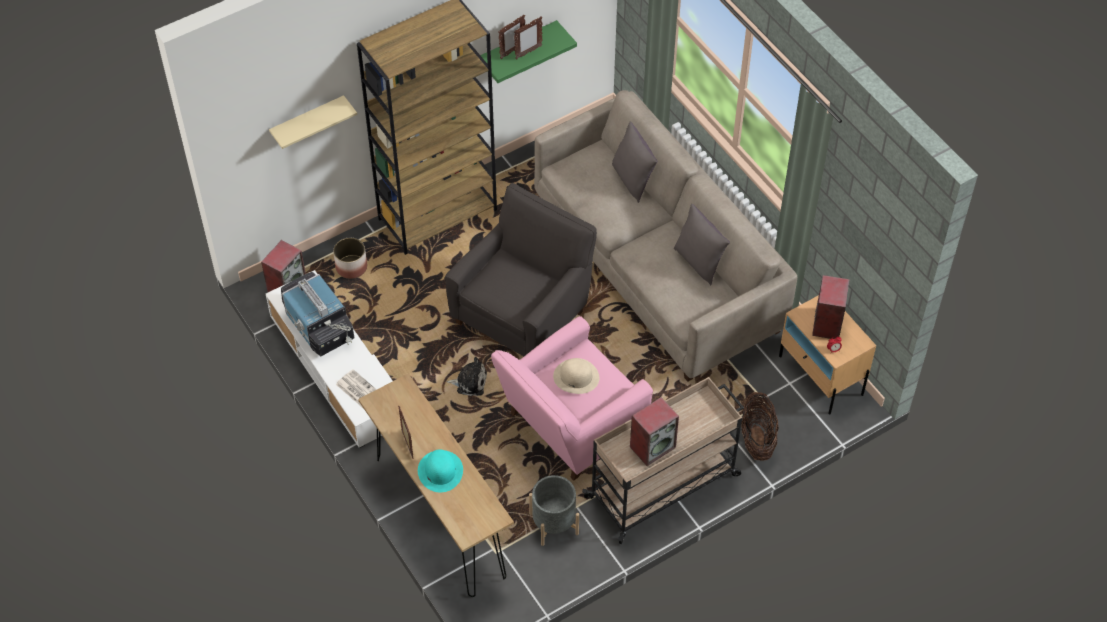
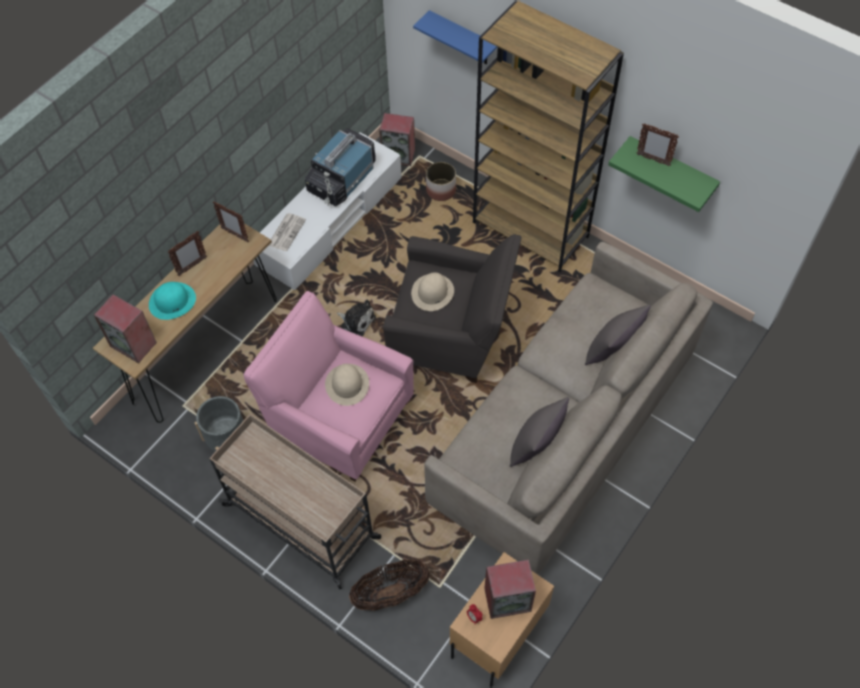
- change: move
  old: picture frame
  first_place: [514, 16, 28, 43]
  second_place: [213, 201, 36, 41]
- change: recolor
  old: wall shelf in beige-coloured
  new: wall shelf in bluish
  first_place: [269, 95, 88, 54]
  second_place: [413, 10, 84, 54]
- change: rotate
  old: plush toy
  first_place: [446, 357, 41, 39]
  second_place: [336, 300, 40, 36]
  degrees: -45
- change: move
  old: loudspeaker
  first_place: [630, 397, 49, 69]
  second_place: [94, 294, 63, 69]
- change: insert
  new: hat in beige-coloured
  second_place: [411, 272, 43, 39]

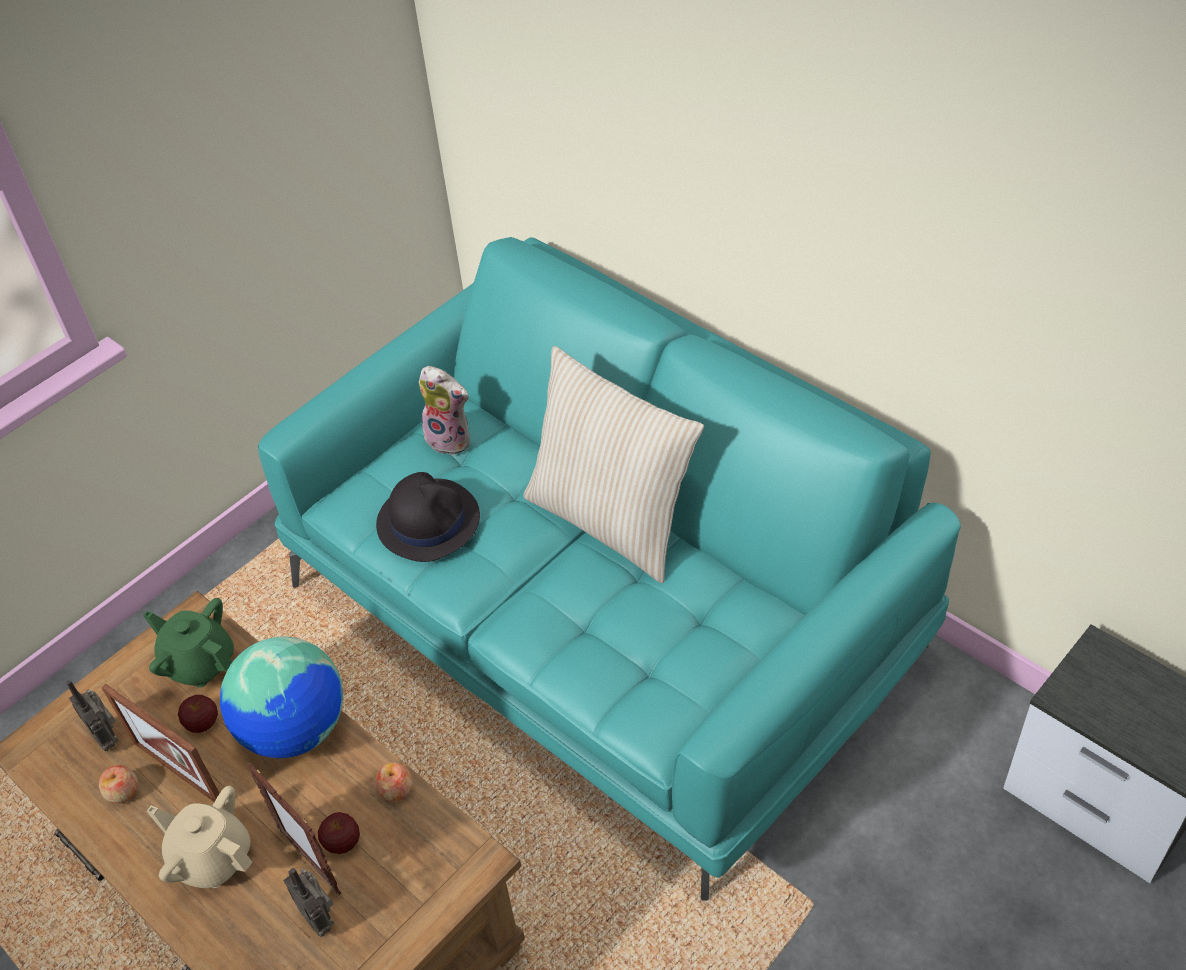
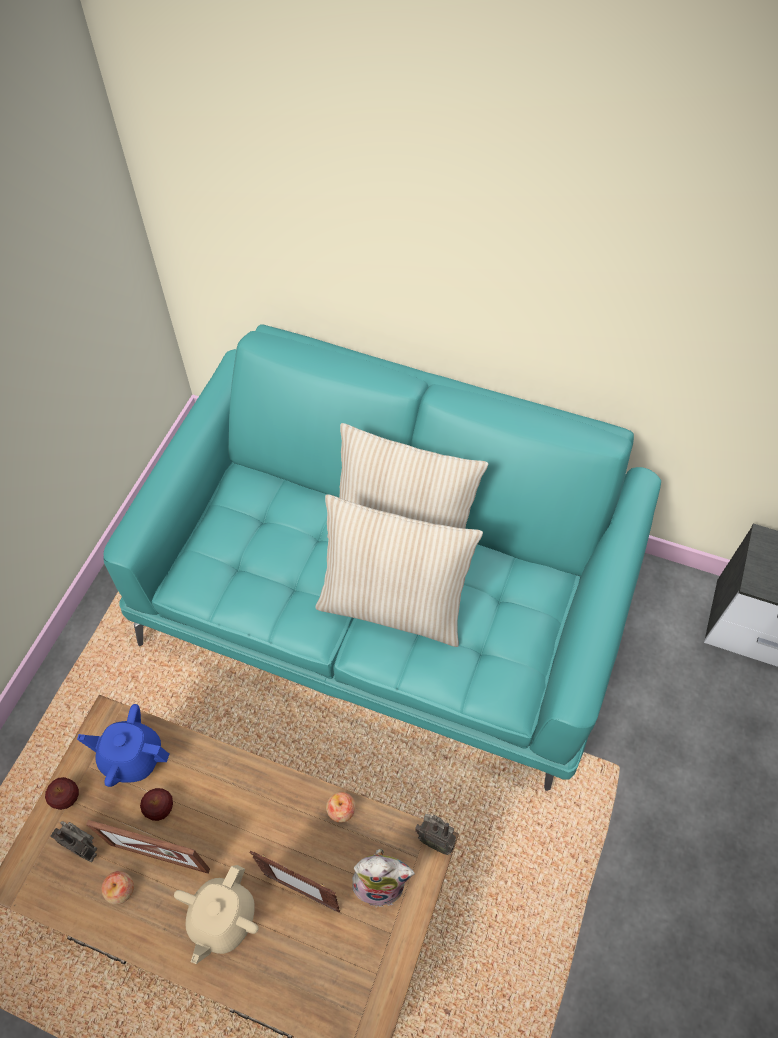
- change: move
  old: plush toy
  first_place: [419, 366, 51, 89]
  second_place: [352, 849, 63, 58]
- change: delete
  old: hat in black-coloured
  first_place: [376, 472, 104, 90]
- change: recolor
  old: teapot in greenish
  new: teapot in bluish
  first_place: [143, 598, 91, 90]
  second_place: [77, 704, 93, 83]
- change: delete
  old: globe
  first_place: [220, 637, 123, 121]
- change: rotate
  old: teapot in beige-coloured
  first_place: [147, 786, 105, 102]
  second_place: [174, 865, 85, 99]
  degrees: -75
- change: move
  old: whole apple
  first_place: [318, 812, 42, 42]
  second_place: [45, 777, 34, 33]
- change: move
  old: radio receiver
  first_place: [283, 868, 51, 69]
  second_place: [415, 814, 41, 41]
- change: insert
  new: pillow in beige-coloured
  second_place: [315, 494, 168, 153]

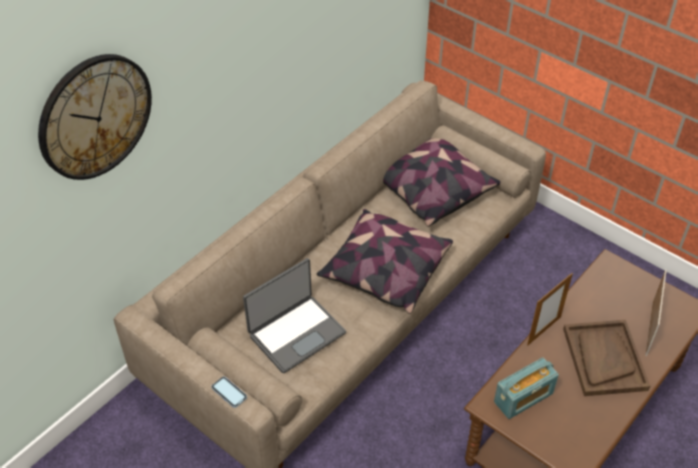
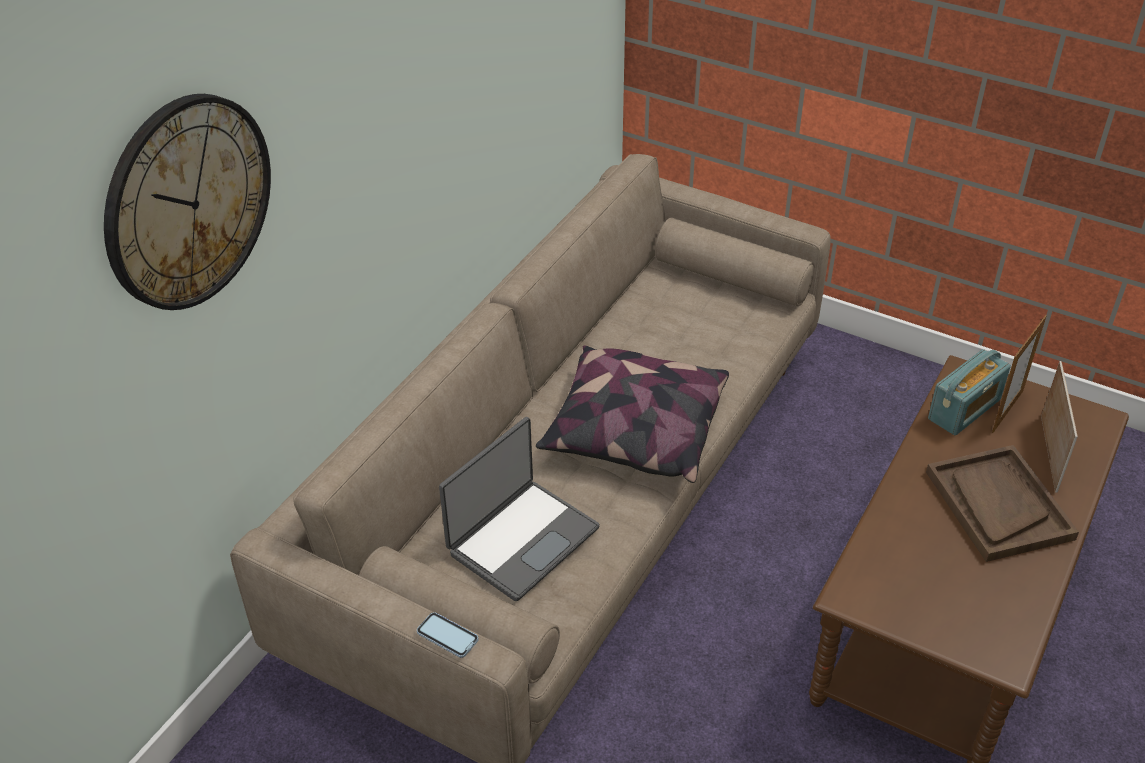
- change: delete
  old: pillow
  first_place: [383, 138, 117, 89]
- change: move
  old: picture frame
  first_place: [527, 273, 46, 72]
  second_place: [992, 315, 55, 118]
- change: move
  old: radio receiver
  first_place: [494, 357, 65, 62]
  second_place: [928, 349, 83, 86]

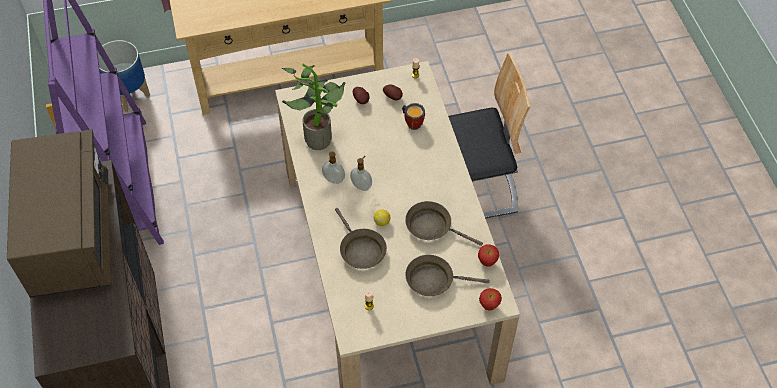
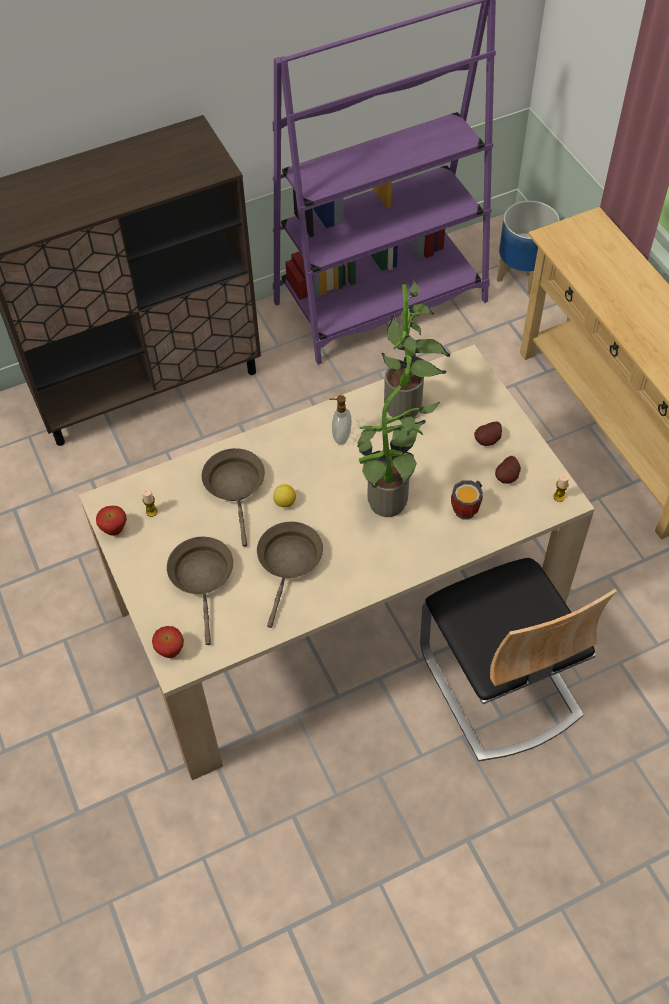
- change: delete
  old: microwave oven in brown
  first_place: [7, 130, 104, 167]
- change: delete
  old: soap dispenser
  first_place: [350, 156, 22, 35]
- change: rotate
  old: skillet in brown
  first_place: [335, 208, 52, 61]
  second_place: [202, 448, 63, 99]
  degrees: 120
- change: move
  old: whole apple
  first_place: [478, 244, 21, 23]
  second_place: [96, 506, 31, 30]
- change: insert
  new: potted plant
  second_place: [357, 385, 83, 132]

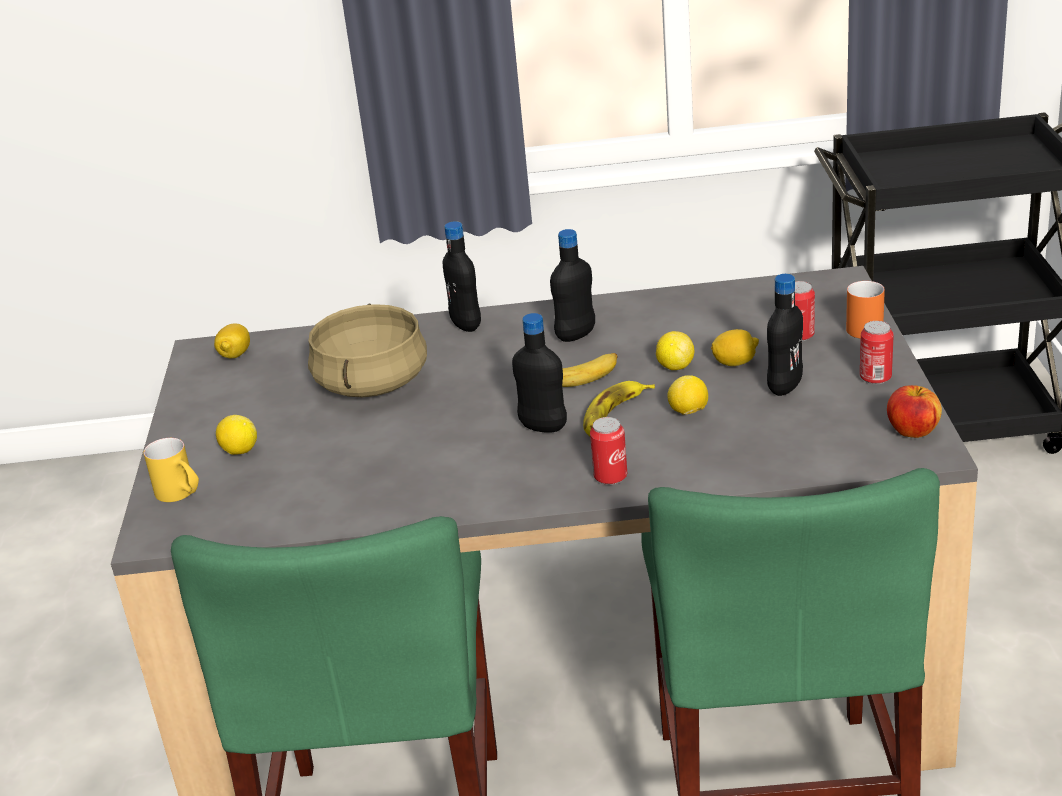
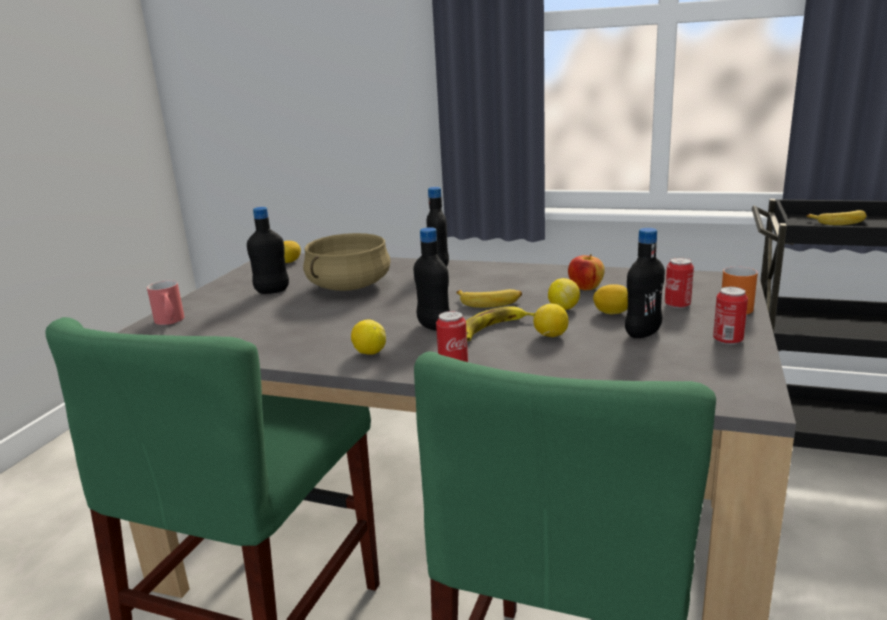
- change: move
  old: beverage bottle in black-coloured
  first_place: [550, 229, 45, 113]
  second_place: [247, 207, 42, 87]
- change: move
  old: whole apple
  first_place: [887, 385, 55, 53]
  second_place: [568, 254, 37, 36]
- change: move
  old: whole lemon
  first_place: [216, 415, 41, 40]
  second_place: [351, 319, 35, 36]
- change: recolor
  old: mug in yellowish
  new: mug in red-coloured
  first_place: [144, 438, 55, 64]
  second_place: [147, 280, 37, 45]
- change: insert
  new: banana
  second_place: [806, 210, 60, 15]

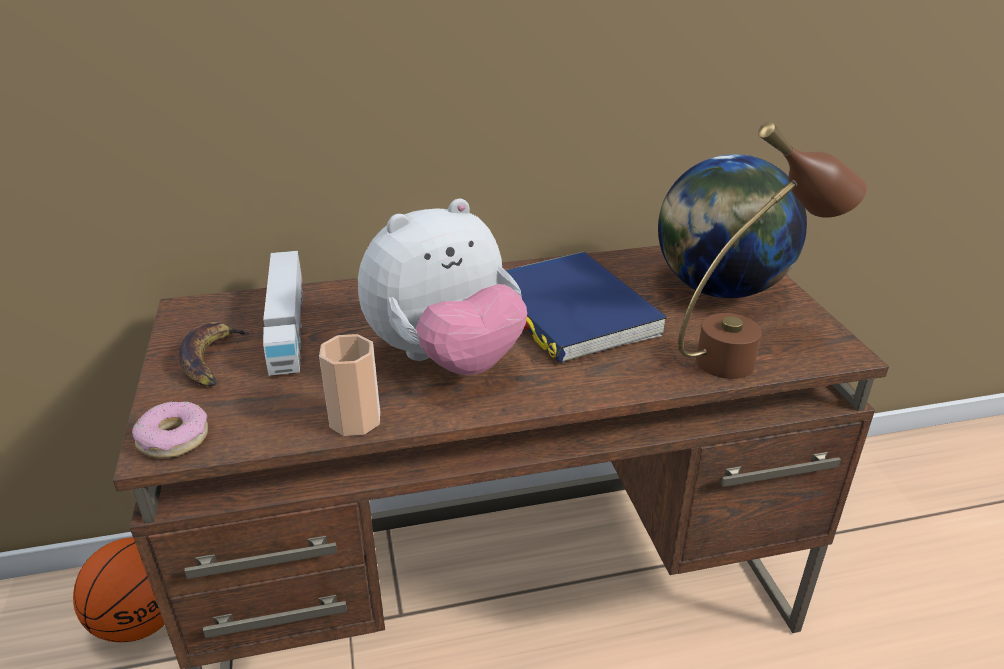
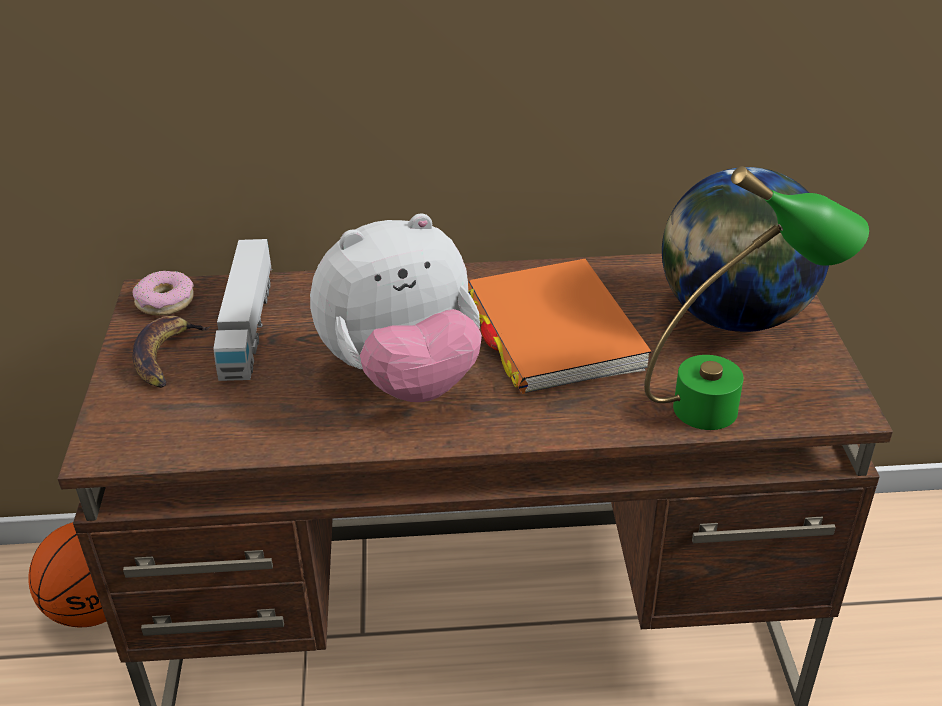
- change: recolor
  old: tabletop lamp in brown
  new: tabletop lamp in greenish
  first_place: [678, 122, 189, 257]
  second_place: [644, 166, 225, 264]
- change: recolor
  old: bound book in bluish
  new: bound book in orangey
  first_place: [505, 252, 162, 111]
  second_place: [468, 259, 184, 135]
- change: delete
  old: small cup
  first_place: [319, 334, 61, 102]
- change: move
  old: ring doughnut
  first_place: [132, 401, 76, 57]
  second_place: [133, 271, 61, 45]

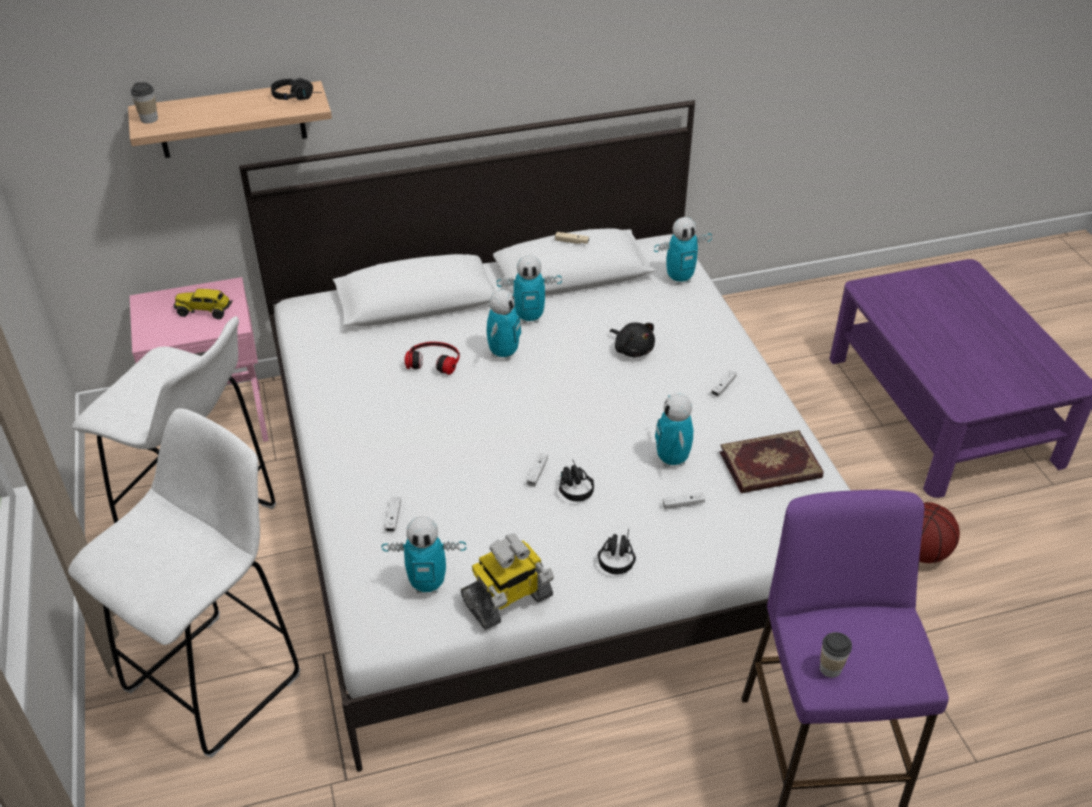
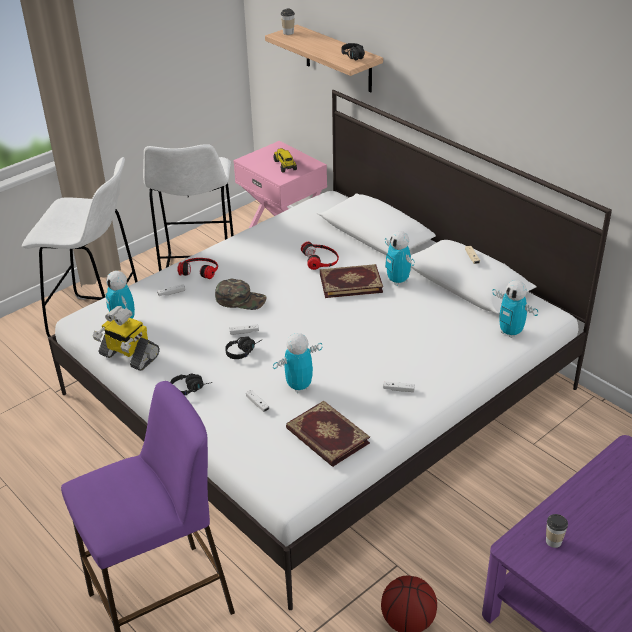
- change: replace
  old: robot figure
  new: bound book
  first_place: [487, 290, 34, 70]
  second_place: [320, 264, 63, 34]
- change: delete
  old: plush toy in black-coloured
  first_place: [610, 322, 45, 35]
- change: move
  old: small cup
  first_place: [820, 632, 32, 46]
  second_place: [546, 514, 22, 34]
- change: insert
  new: headphones
  second_place: [178, 258, 40, 21]
- change: insert
  new: cap in greenish
  second_place: [215, 279, 52, 31]

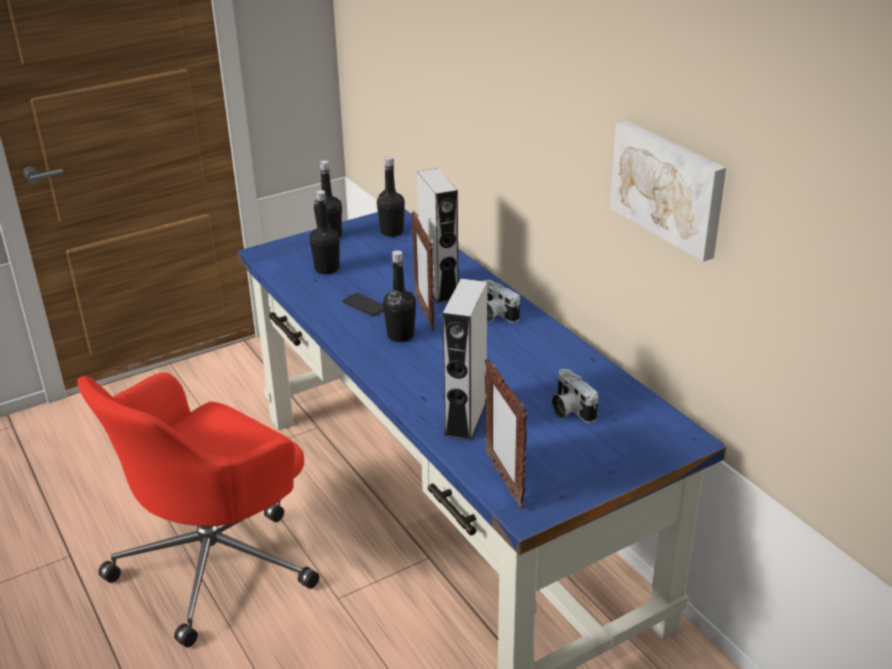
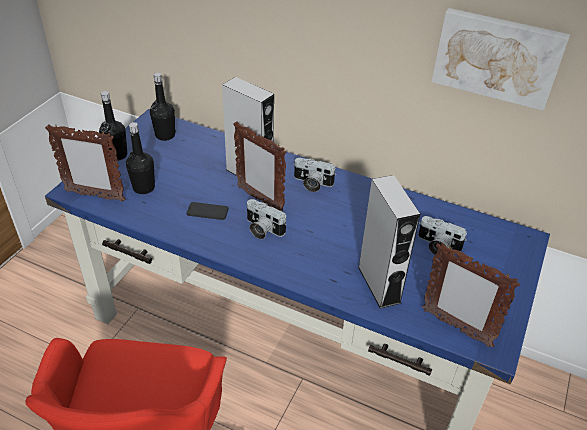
- change: replace
  old: beverage bottle in black-coloured
  new: still camera
  first_place: [383, 250, 33, 92]
  second_place: [247, 199, 39, 40]
- change: insert
  new: picture frame
  second_place: [45, 124, 81, 78]

